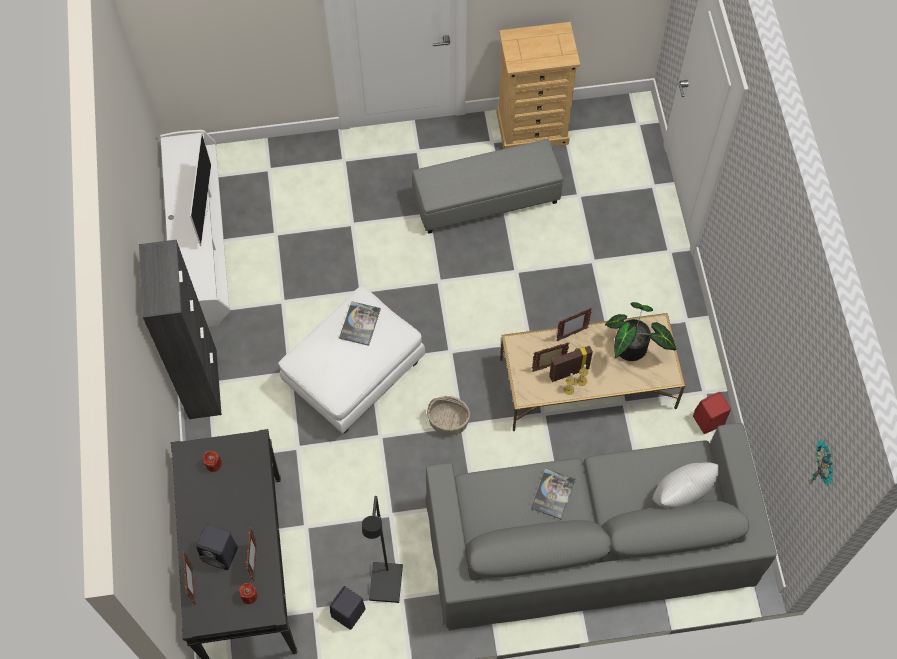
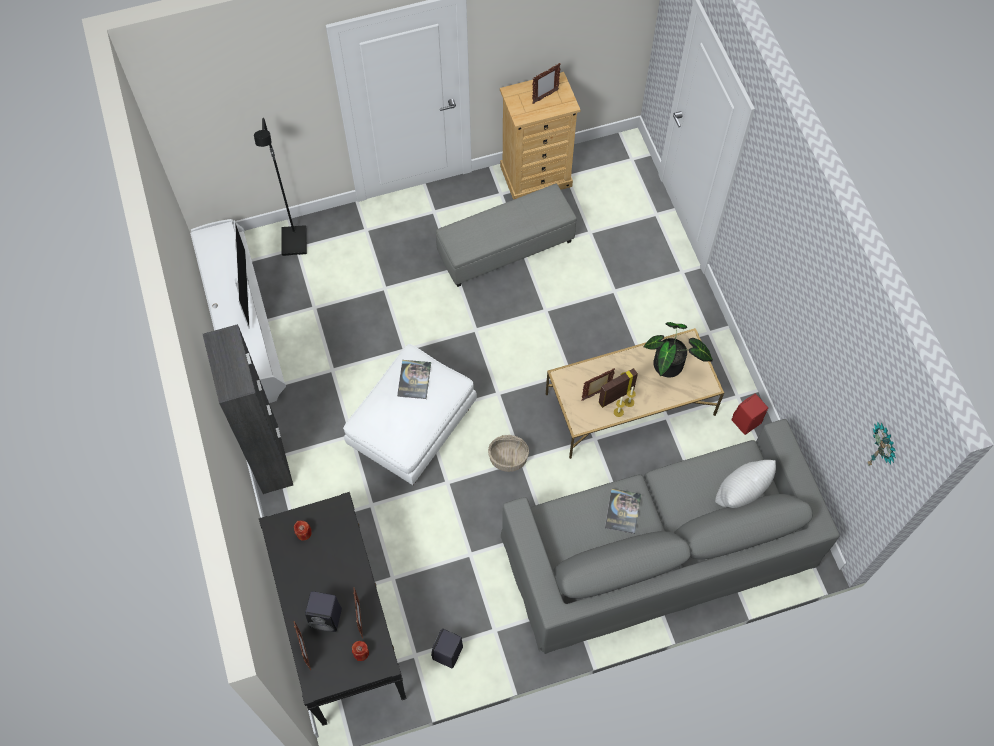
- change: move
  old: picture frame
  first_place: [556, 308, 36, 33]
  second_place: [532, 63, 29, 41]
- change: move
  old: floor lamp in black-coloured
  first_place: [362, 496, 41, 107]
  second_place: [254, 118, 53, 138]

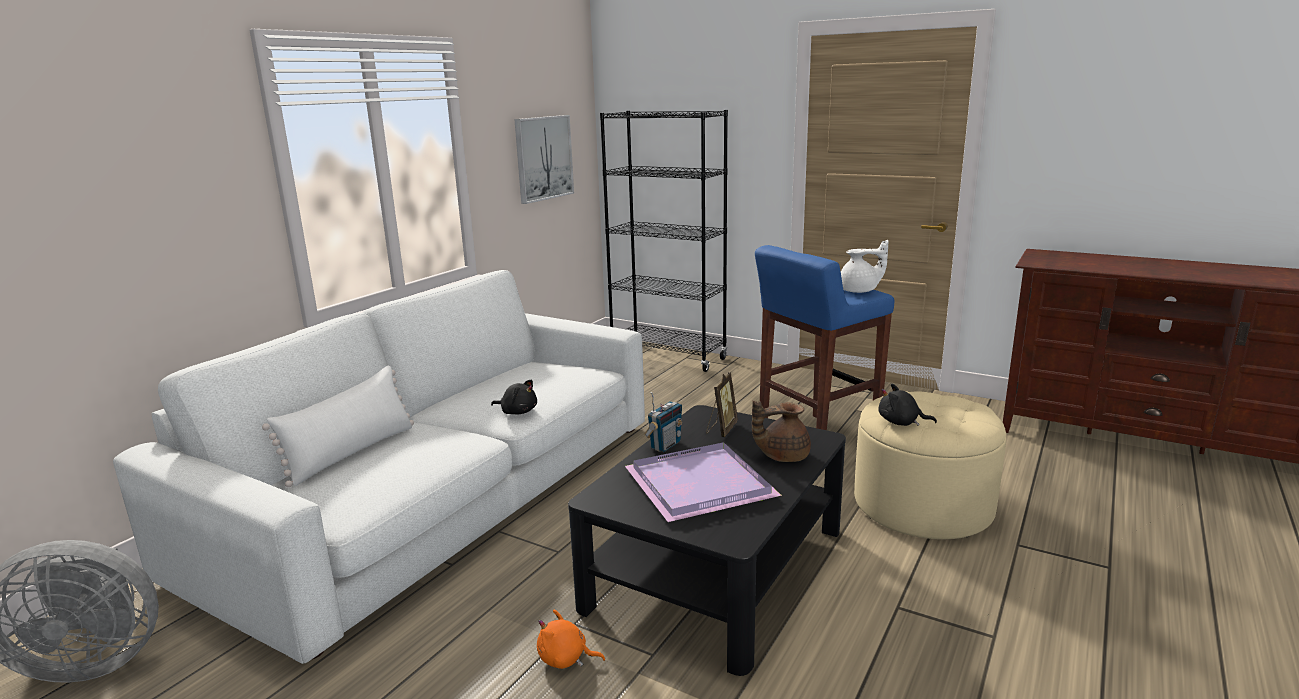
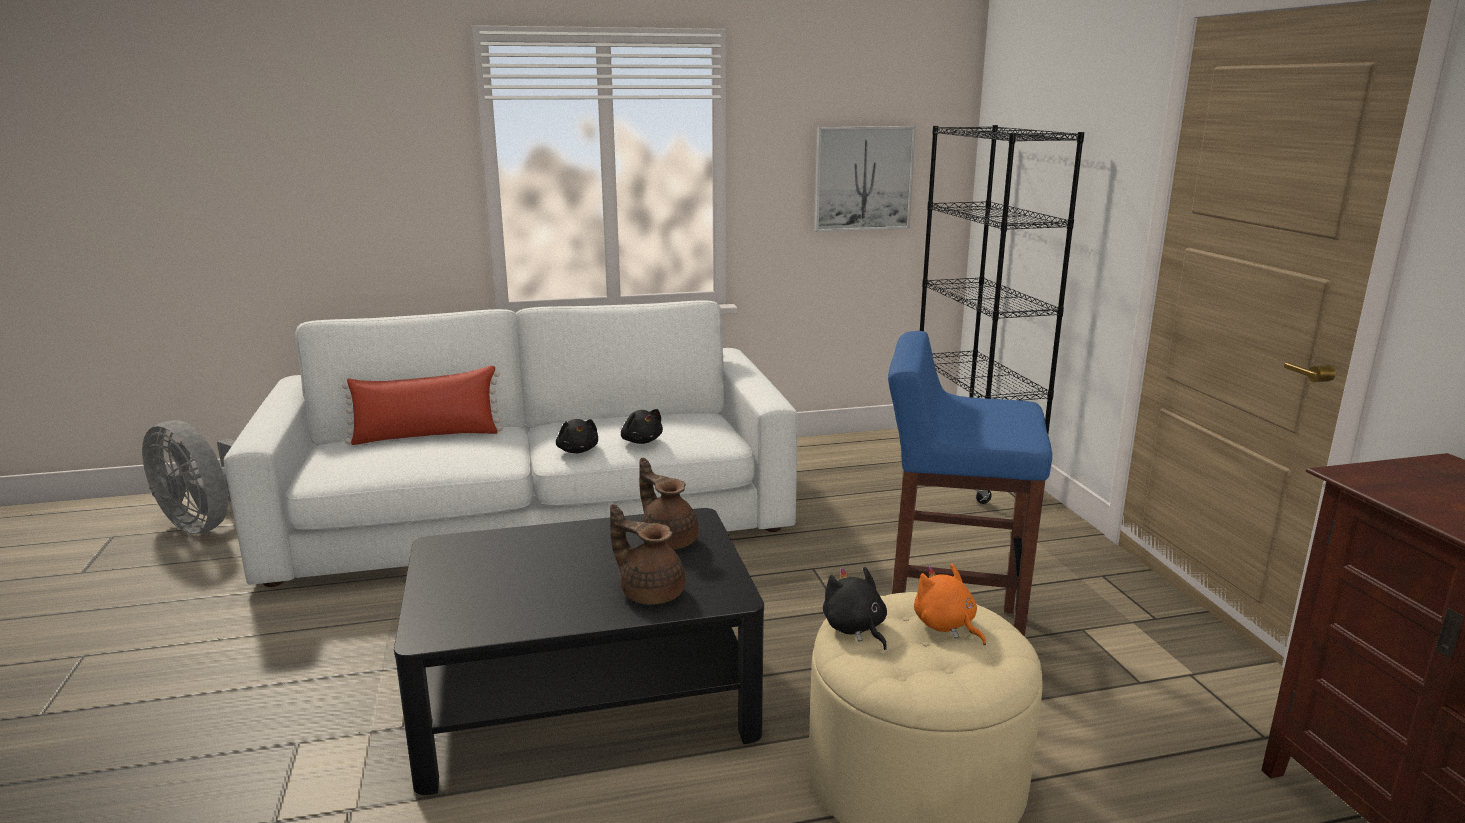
- change: delete
  old: teapot in whitish
  first_place: [841, 240, 48, 53]
- change: recolor
  old: pillow in whitish
  new: pillow in red-coloured
  first_place: [262, 366, 152, 121]
  second_place: [342, 366, 161, 79]
- change: replace
  old: picture frame
  new: teapot in brown
  first_place: [706, 372, 32, 65]
  second_place: [639, 458, 60, 92]
- change: delete
  old: radio receiver
  first_place: [644, 392, 38, 60]
- change: delete
  old: tray in purplish
  first_place: [625, 442, 157, 80]
- change: move
  old: plush toy in orangey
  first_place: [537, 610, 68, 59]
  second_place: [914, 564, 72, 81]
- change: insert
  new: plush toy in black-coloured
  second_place: [621, 409, 42, 35]

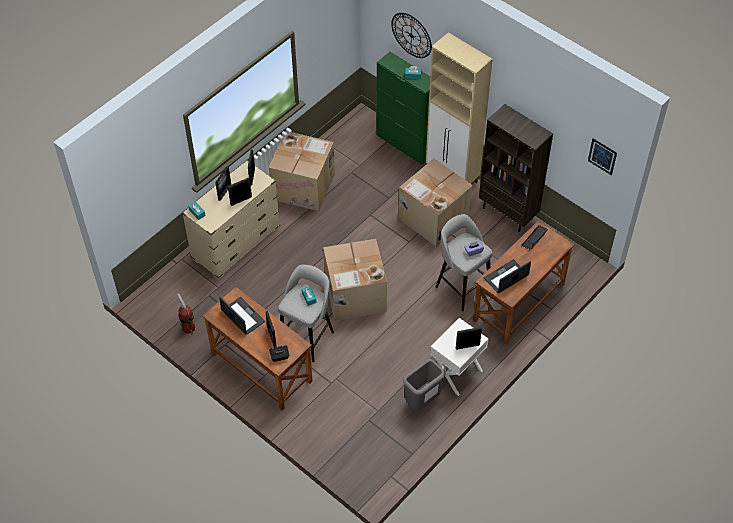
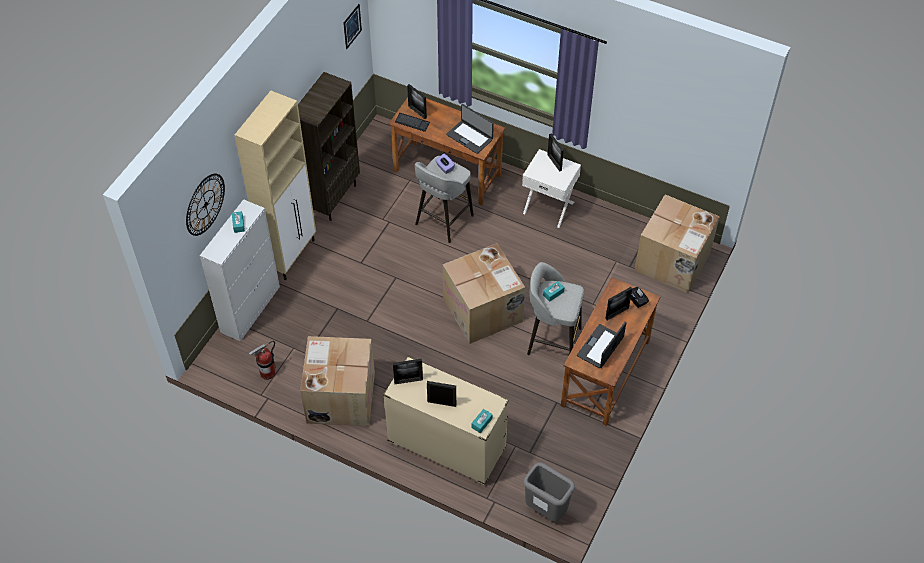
- change: recolor
  old: cabinet in greenish
  new: cabinet in whitish
  first_place: [377, 52, 53, 113]
  second_place: [200, 199, 80, 142]
- change: move
  old: packing box
  first_place: [399, 159, 74, 87]
  second_place: [634, 195, 86, 98]
- change: move
  old: picture frame
  first_place: [228, 177, 24, 29]
  second_place: [407, 84, 20, 35]
- change: move
  old: extinguisher
  first_place: [177, 293, 18, 41]
  second_place: [249, 340, 27, 40]
- change: move
  old: waste bin in greyish
  first_place: [403, 358, 43, 52]
  second_place: [523, 462, 52, 59]

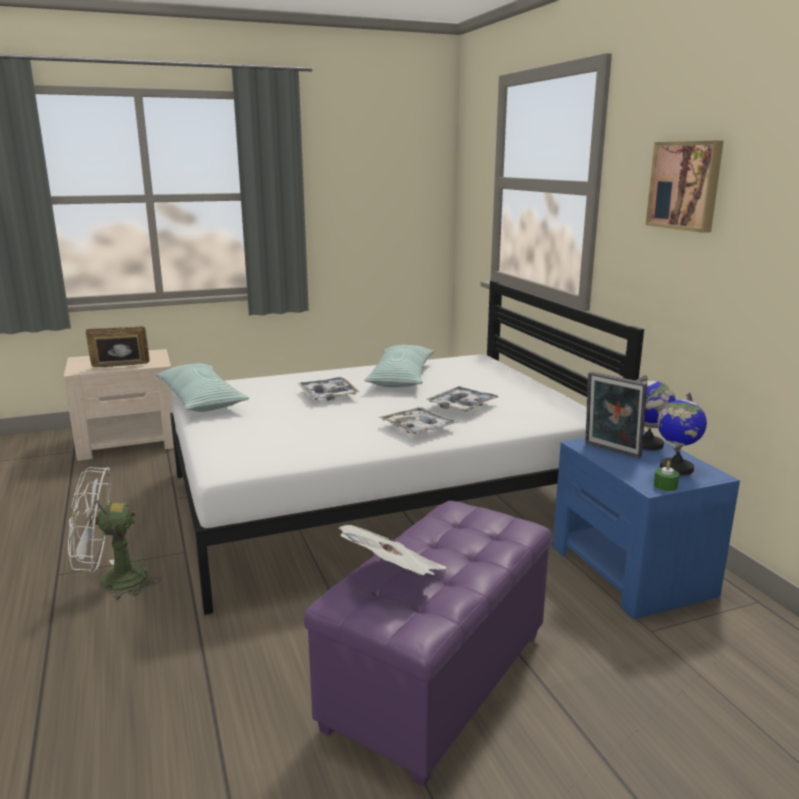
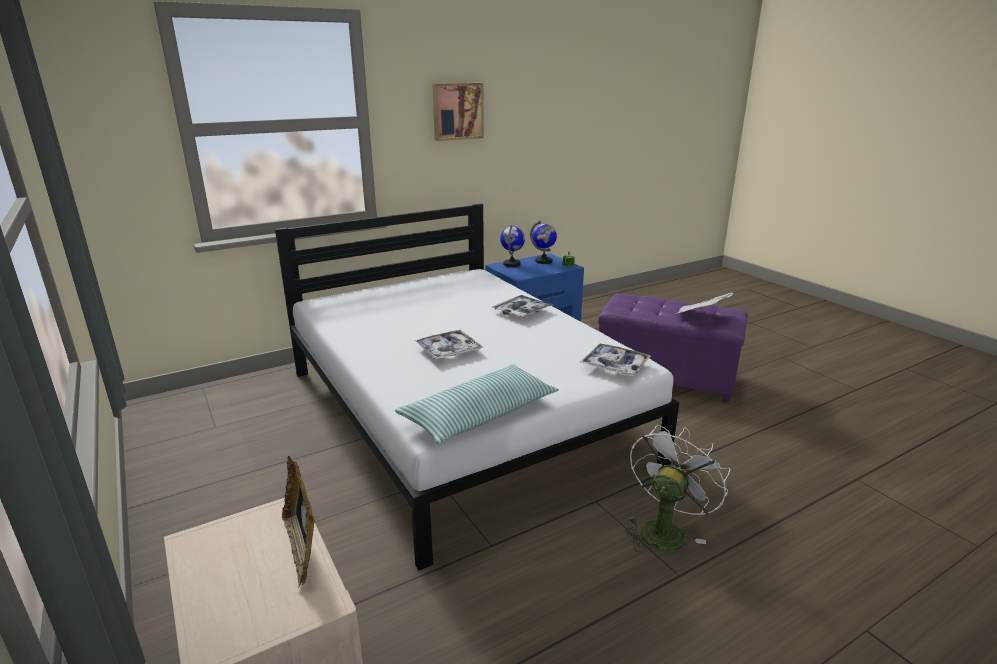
- change: delete
  old: pillow
  first_place: [364, 345, 70, 42]
- change: delete
  old: picture frame
  first_place: [585, 371, 62, 87]
- change: move
  old: tray
  first_place: [426, 386, 73, 25]
  second_place: [579, 344, 72, 32]
- change: rotate
  old: electric fan in whitish
  first_place: [68, 467, 93, 134]
  second_place: [625, 425, 105, 127]
  degrees: -120

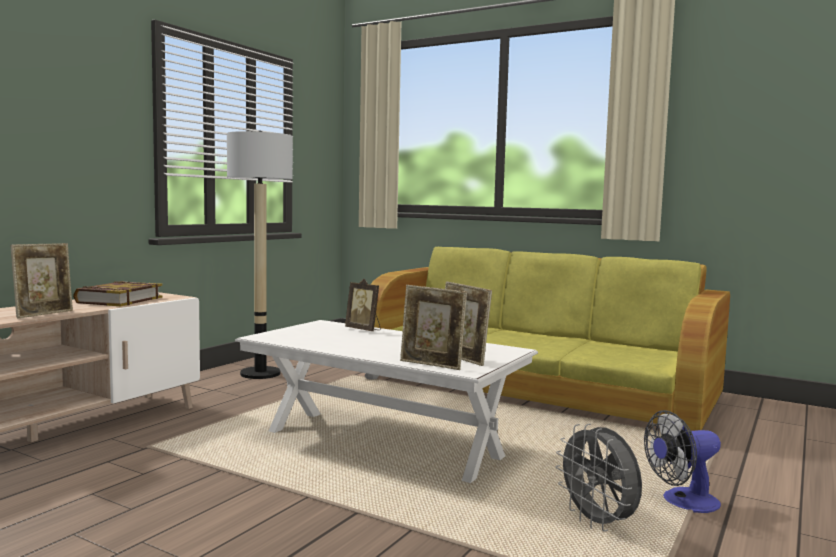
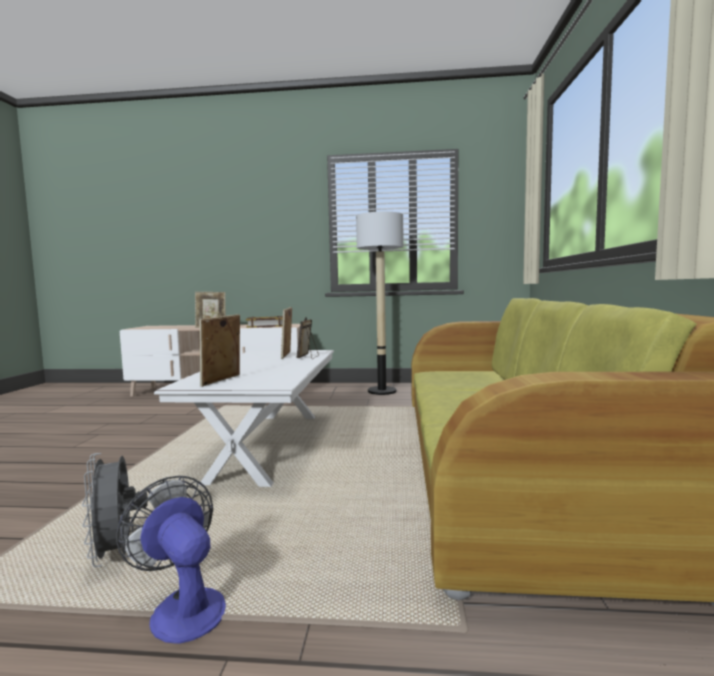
- change: move
  old: picture frame
  first_place: [400, 285, 67, 85]
  second_place: [281, 307, 11, 52]
- change: rotate
  old: electric fan in greyish
  first_place: [556, 423, 86, 108]
  second_place: [82, 453, 66, 114]
  degrees: -60

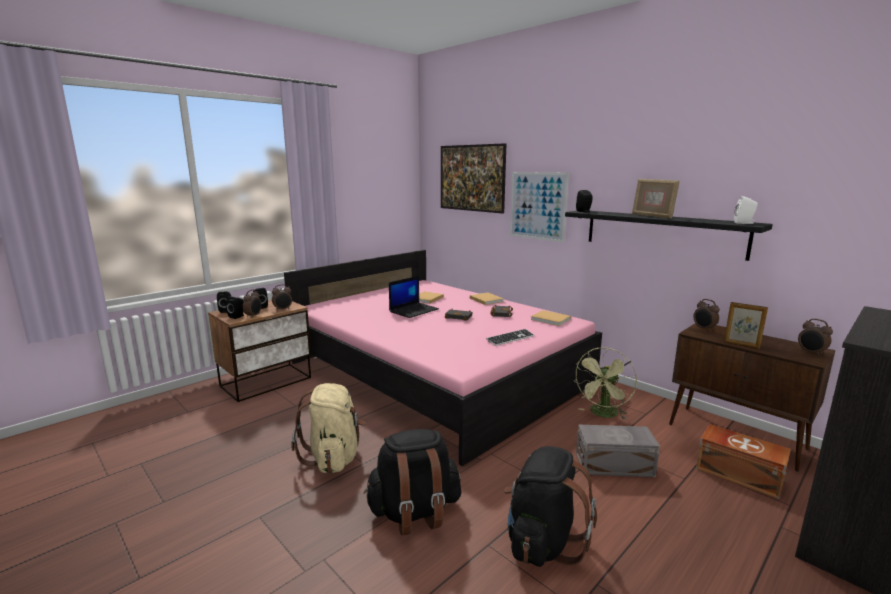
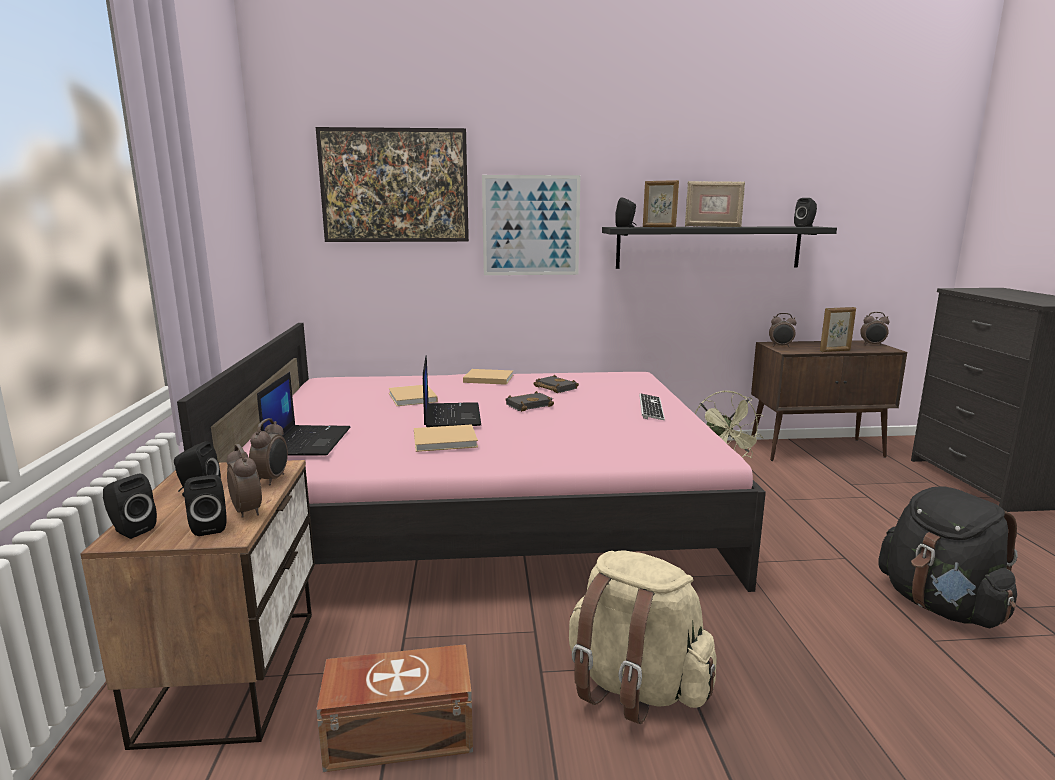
- change: recolor
  old: loudspeaker in whitish
  new: loudspeaker in black-coloured
  first_place: [734, 196, 24, 28]
  second_place: [794, 198, 23, 29]
- change: move
  old: bound book in beige-coloured
  first_place: [530, 310, 41, 16]
  second_place: [414, 424, 64, 28]
- change: move
  old: storage bin in brown
  first_place: [696, 424, 95, 75]
  second_place: [316, 644, 157, 128]
- change: delete
  old: storage bin in greyish
  first_place: [576, 425, 84, 52]
- change: delete
  old: backpack in black-coloured
  first_place: [364, 429, 97, 107]
- change: insert
  new: picture frame
  second_place: [643, 180, 36, 47]
- change: insert
  new: portable computer
  second_place: [257, 372, 94, 84]

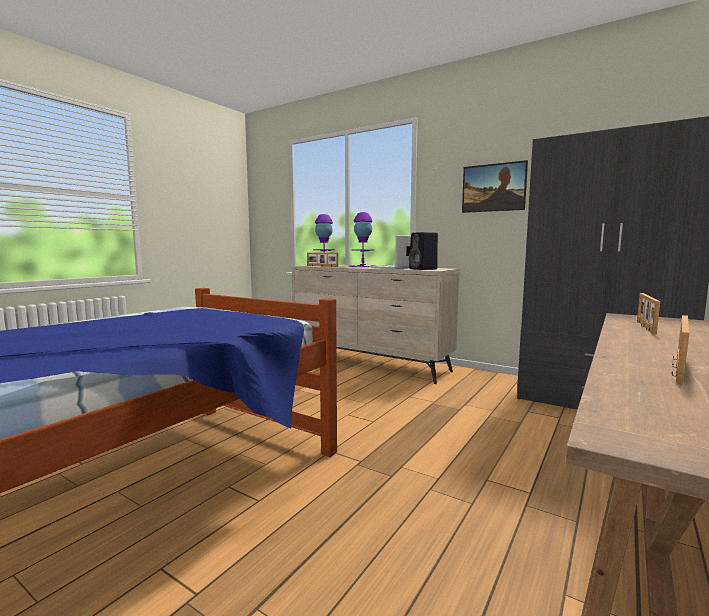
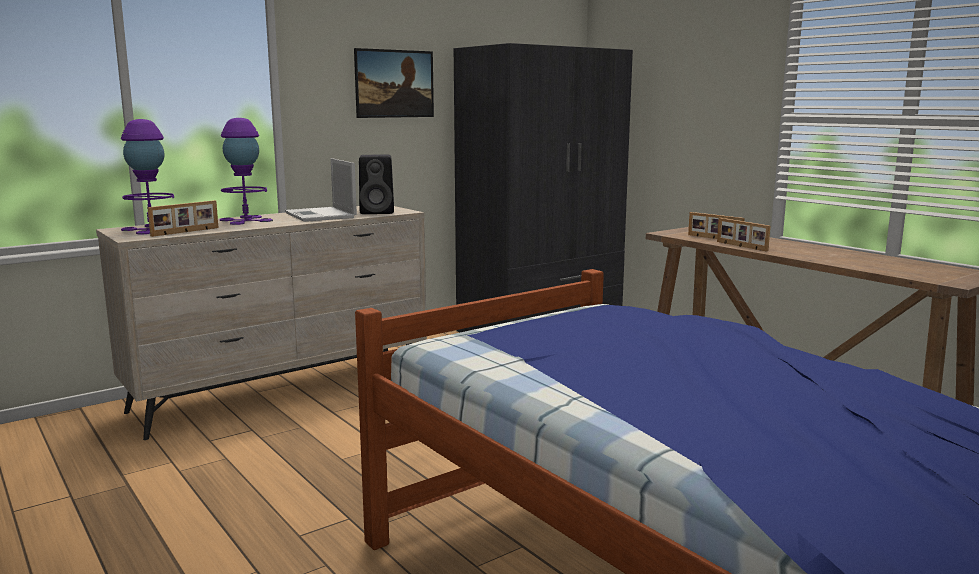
- change: move
  old: picture frame
  first_place: [672, 315, 17, 69]
  second_place: [717, 218, 53, 34]

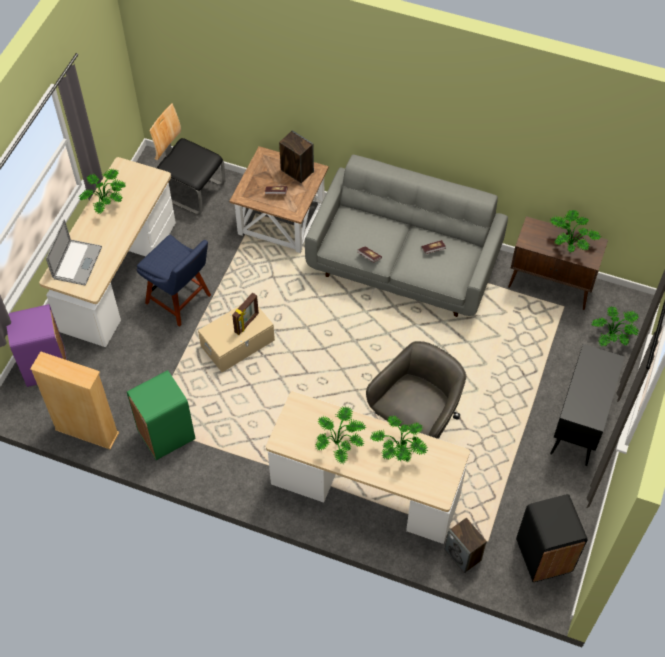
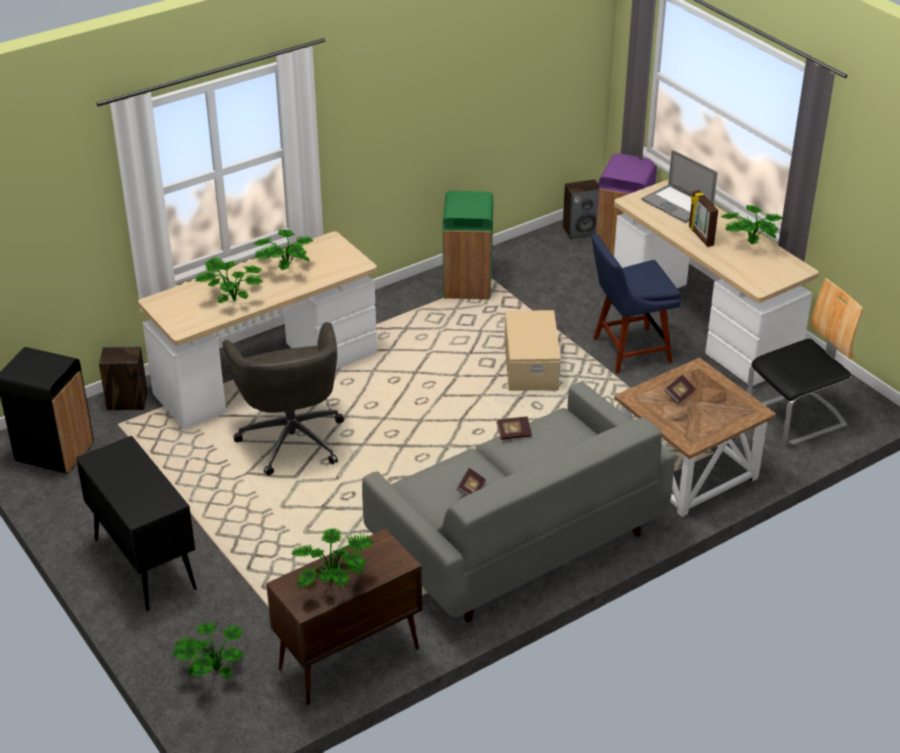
- change: move
  old: loudspeaker
  first_place: [279, 130, 35, 53]
  second_place: [563, 179, 36, 60]
- change: move
  old: picture frame
  first_place: [232, 293, 27, 42]
  second_place: [689, 190, 29, 57]
- change: delete
  old: shelving unit in beige-coloured
  first_place: [30, 351, 89, 98]

